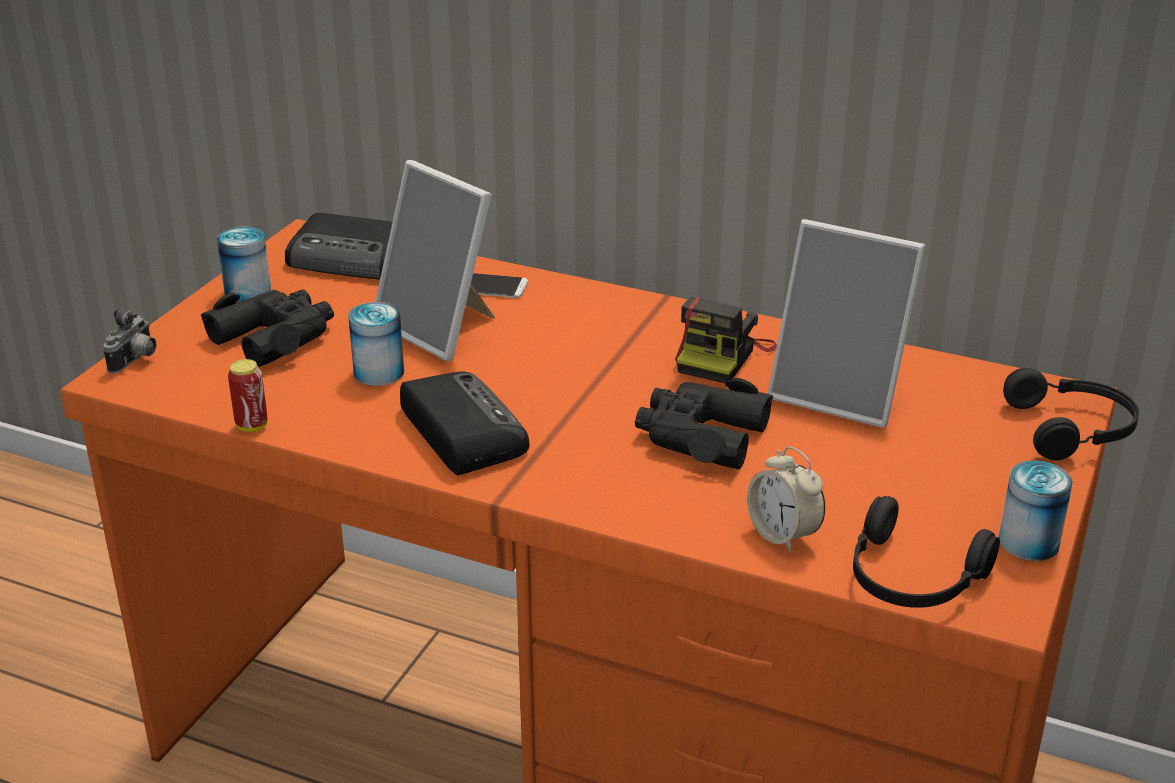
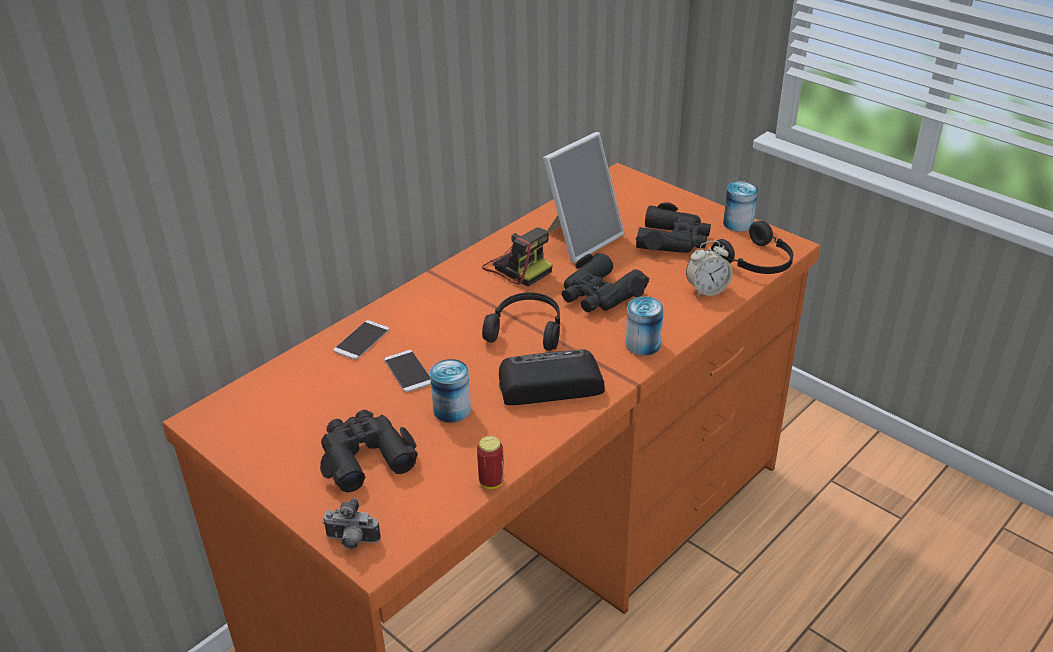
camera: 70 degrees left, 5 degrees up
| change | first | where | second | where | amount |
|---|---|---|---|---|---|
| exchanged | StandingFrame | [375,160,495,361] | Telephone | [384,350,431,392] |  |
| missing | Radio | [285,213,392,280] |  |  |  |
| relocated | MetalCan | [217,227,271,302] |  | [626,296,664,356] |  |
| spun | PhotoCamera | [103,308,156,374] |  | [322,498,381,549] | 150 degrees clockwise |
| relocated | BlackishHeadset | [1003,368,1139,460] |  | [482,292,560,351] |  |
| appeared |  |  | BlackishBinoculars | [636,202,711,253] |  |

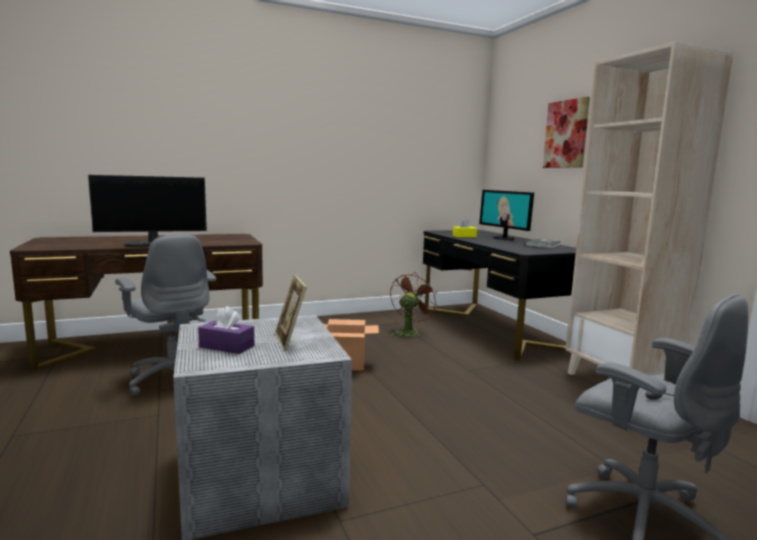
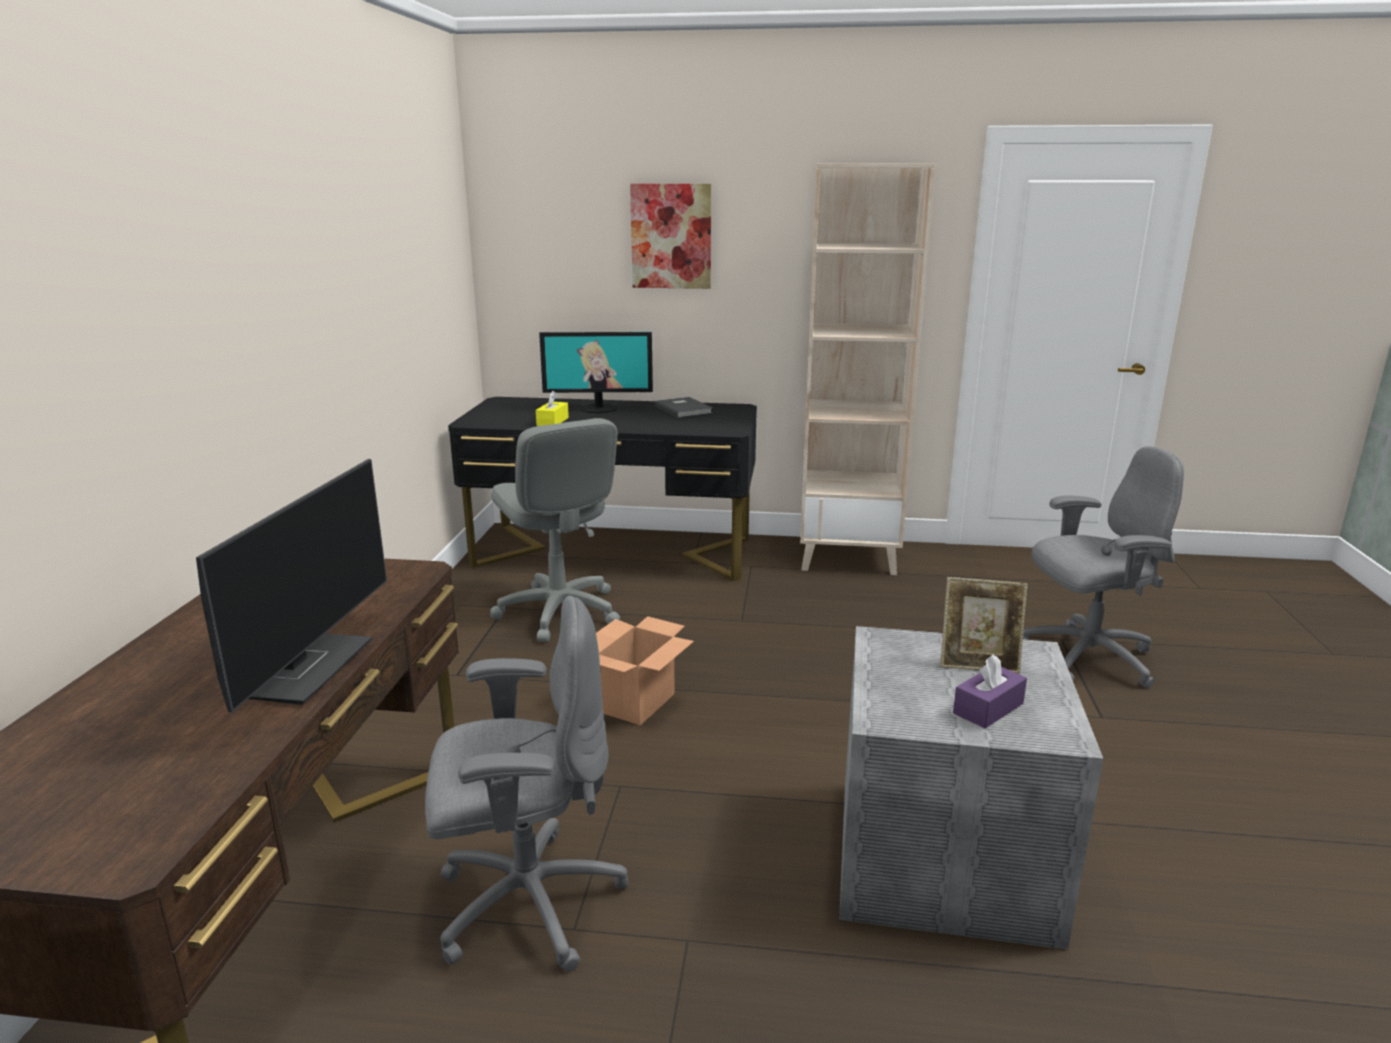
camera: 60 degrees left, 10 degrees up
| change | first | where | second | where | amount |
|---|---|---|---|---|---|
| exchanged | BrownCoolingFan | [390,272,438,337] | GreyOfficeChair | [490,418,620,642] |  |

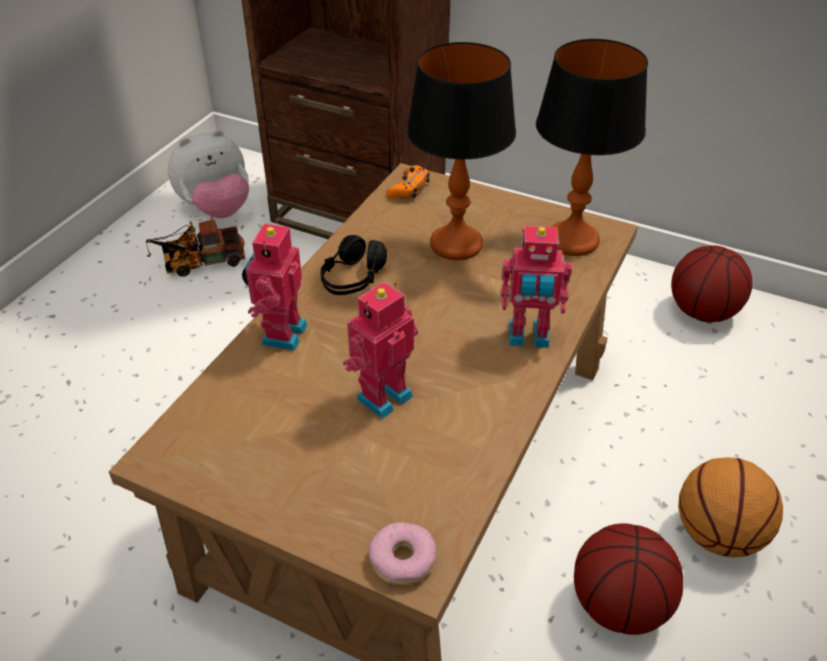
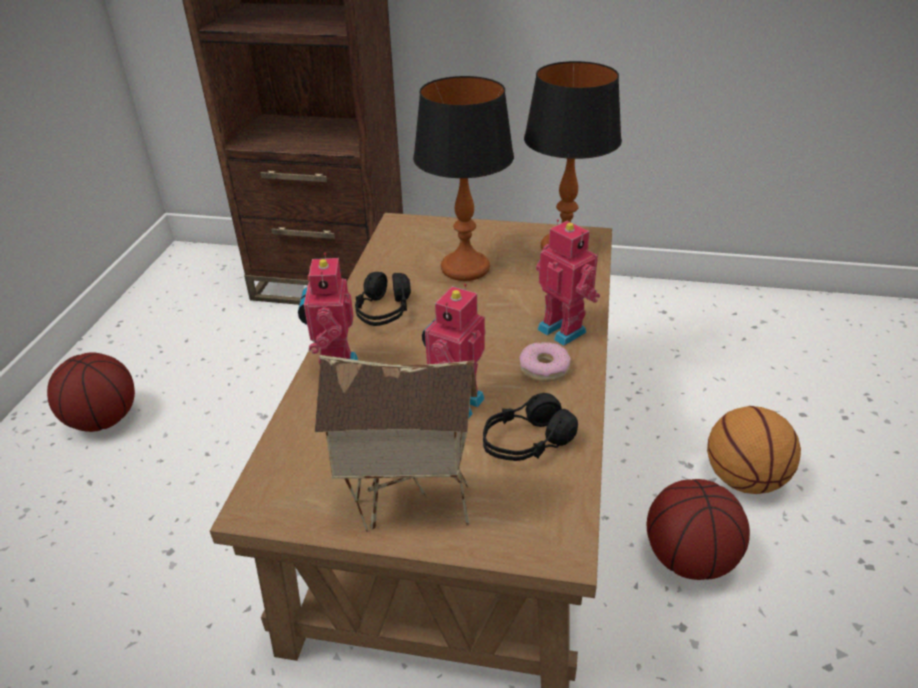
camera: 15 degrees left, 5 degrees down
| change | first | where | second | where | amount |
|---|---|---|---|---|---|
| missing | CuddlyToy | [167,129,249,218] |  |  |  |
| missing | OrangeyJoypad | [386,165,430,198] |  |  |  |
| missing | ToyLorry | [146,216,245,277] |  |  |  |
| spun | ModelRobot | [500,226,572,348] |  | [536,219,600,346] | 120 degrees counterclockwise |
| relocated | Basketball | [671,245,752,322] |  | [47,353,135,432] |  |
| relocated | Doughnut | [369,522,436,585] |  | [519,342,571,382] |  |
| appeared |  |  | ToyHouse | [315,354,477,532] |  |
| appeared |  |  | BlackishHeadset | [483,393,578,461] |  |

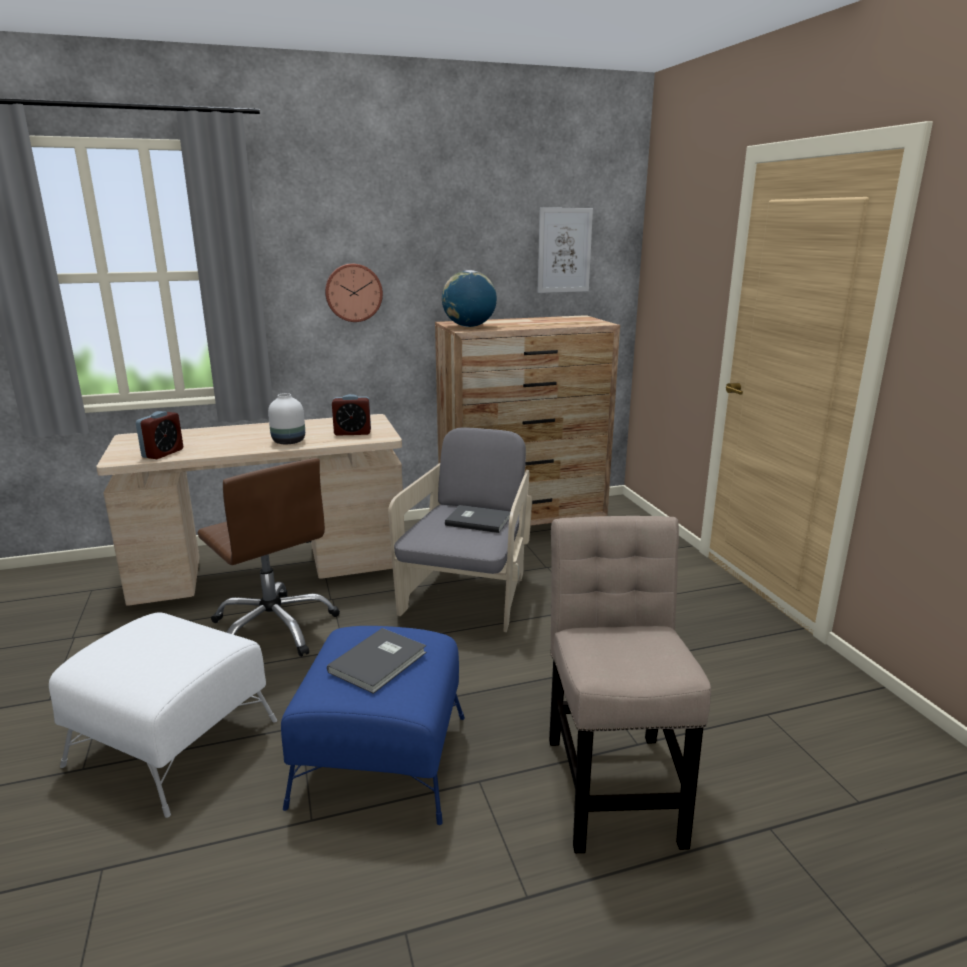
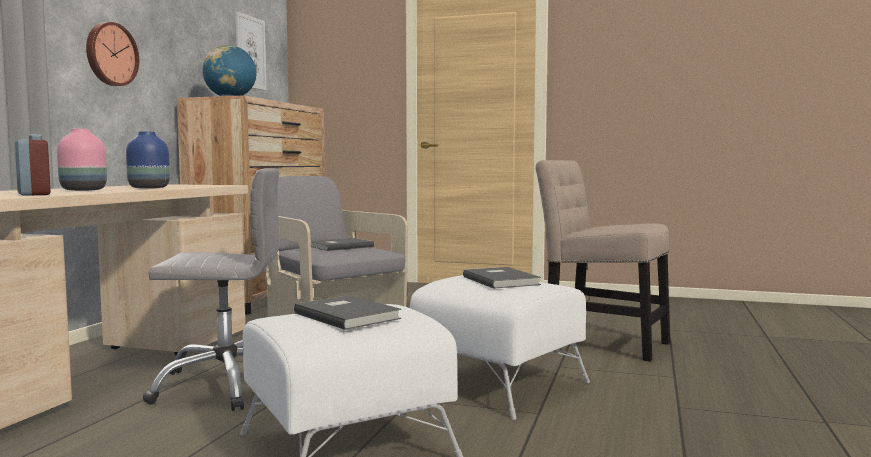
camera: 55 degrees left, 15 degrees down
| change | first | where | second | where | amount |
|---|---|---|---|---|---|
| colour | WhiteFlowerVase | [268,393,305,444] | BlueFlowerVase | [126,131,170,189] |  |
| missing | BedsideClock | [332,394,371,436] |  |  |  |
| colour | BrownOfficeChair | [198,458,340,657] | GreyOfficeChair | [142,168,279,411] |  |
| colour | BluePouffe | [281,626,465,825] | WhitePouffe | [410,275,590,420] |  |
| appeared |  |  | PinkFlowerVase | [57,129,107,191] |  |
| appeared |  |  | GreyVolume | [294,295,401,330] |  |

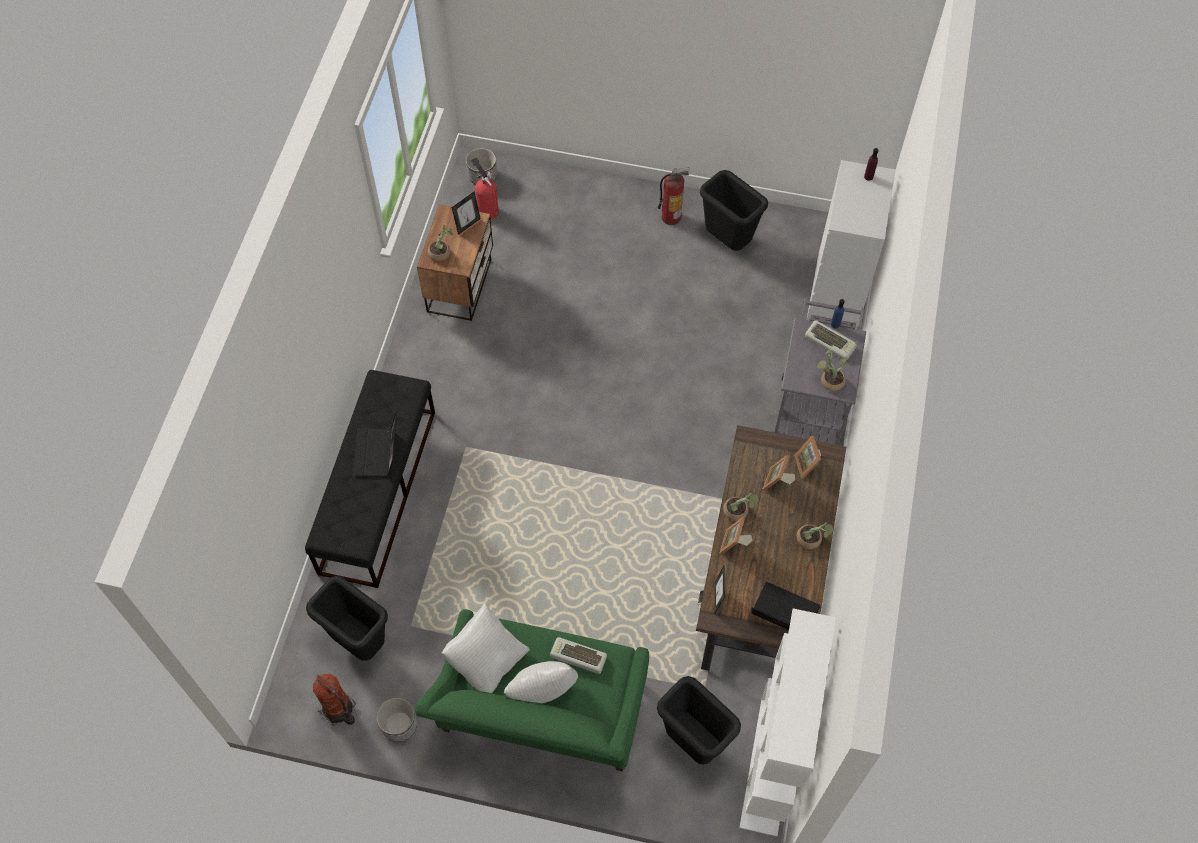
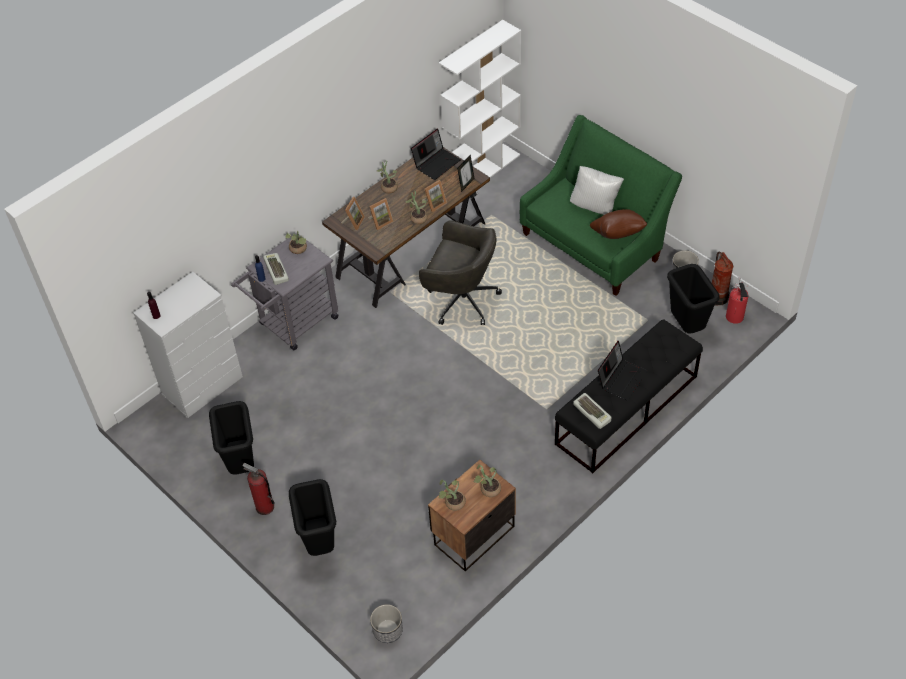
camera: 145 degrees left, 10 degrees down
| change | first | where | second | where | amount |
|---|---|---|---|---|---|
| relocated | FireExtinguisher | [470,157,499,220] |  | [726,277,748,324] |  |
| exchanged | StandingFrame | [452,191,481,235] | Houseplant | [439,480,466,511] |  |
| spun | NotebookComputer | [751,582,820,630] |  | [411,128,461,180] | 105 degrees counterclockwise |
| colour | WhiteCushion | [442,603,530,693] | BrownCushion | [590,209,647,239] |  |
| relocated | Keyboard | [550,637,607,674] |  | [573,393,611,429] |  |
| relocated | BlackishWasteBin | [657,676,741,765] |  | [289,479,336,556] |  |
| appeared |  |  | GreyOfficeChair | [419,220,502,325] |  |

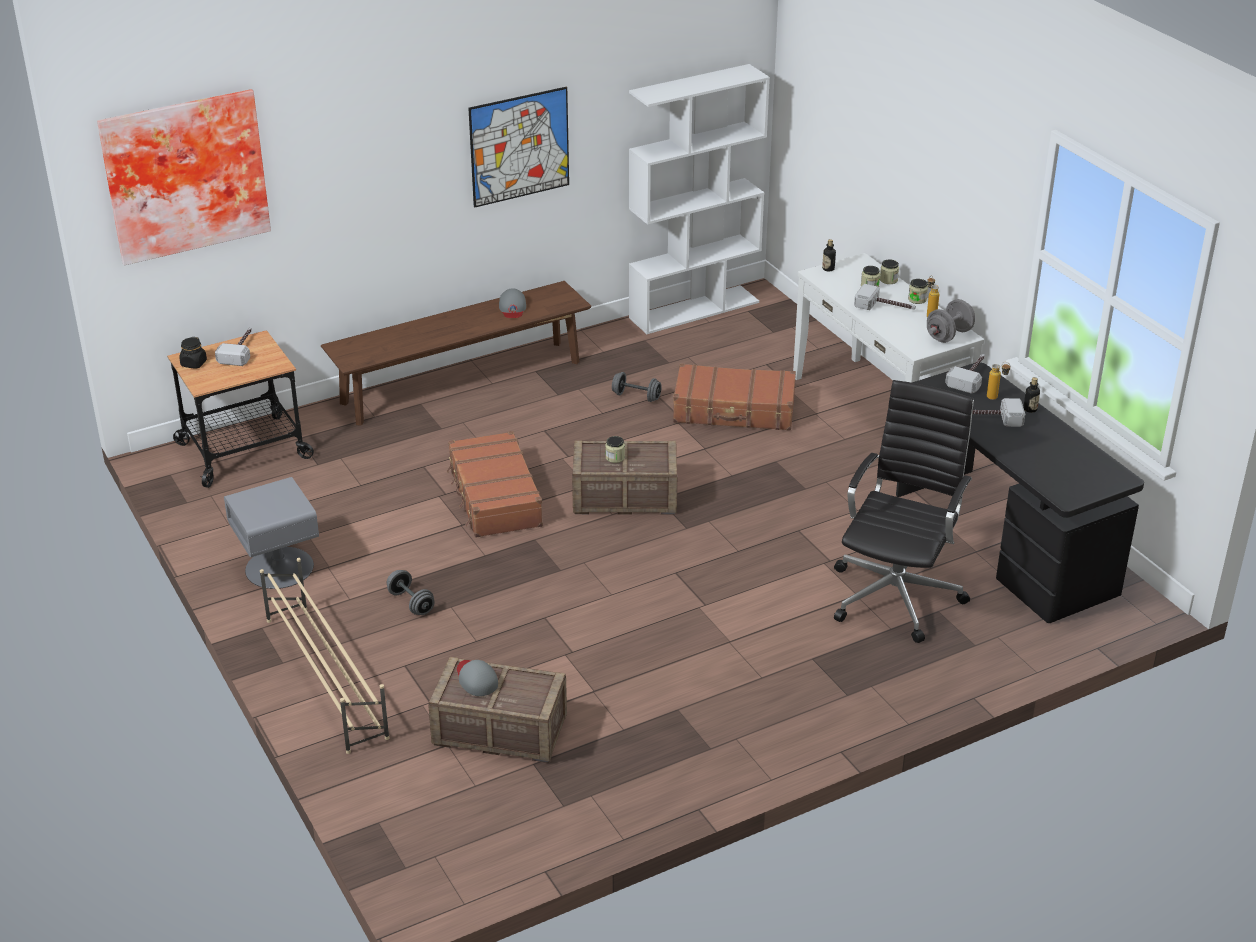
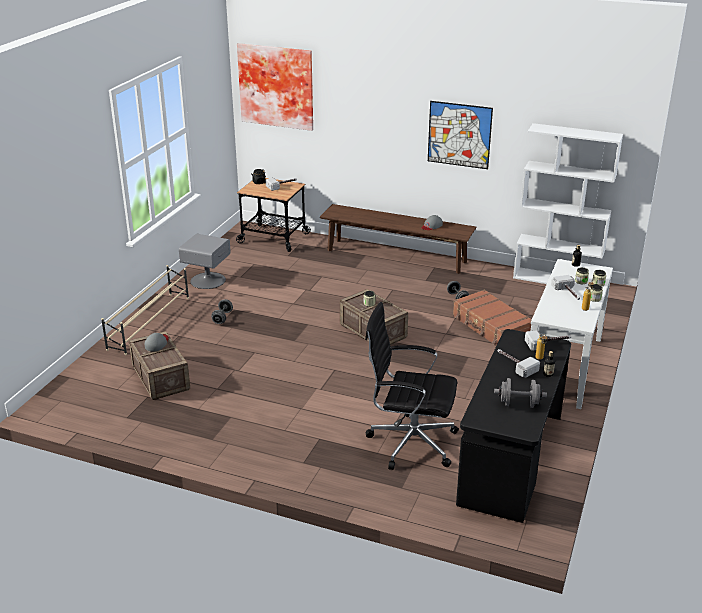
camera: 50 degrees right, 5 degrees down
| change | first | where | second | where | amount |
|---|---|---|---|---|---|
| relocated | GreyDumbbell | [927,299,975,343] |  | [494,378,547,408] |  |
| spun | BlackishOfficeChair | [834,380,974,643] |  | [365,302,459,470] | 150 degrees counterclockwise |
| missing | BrownSuitcase | [446,431,543,538] |  |  |  |

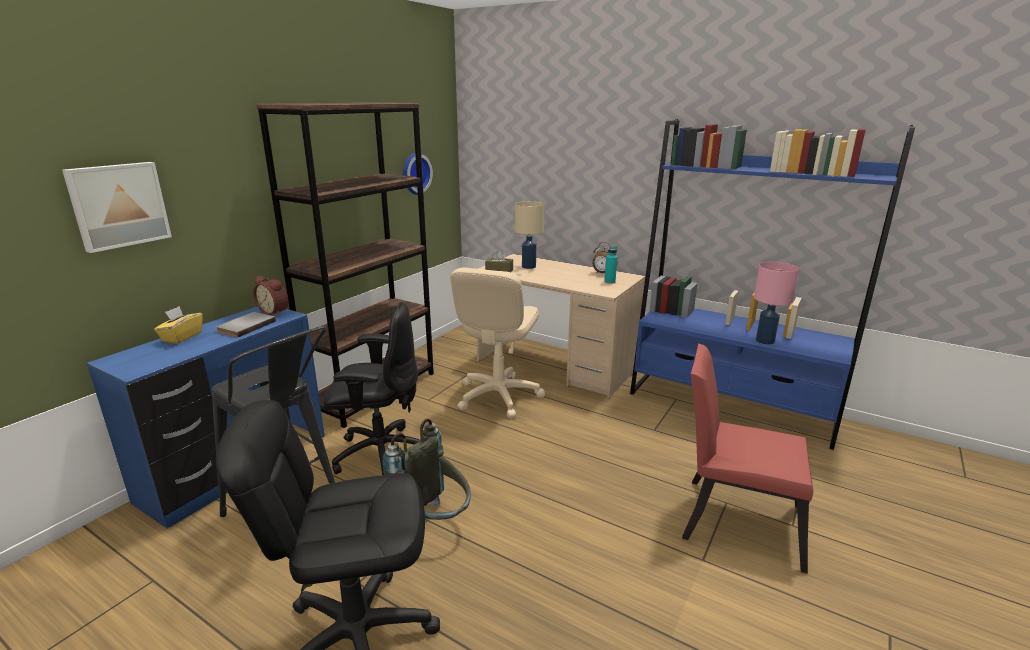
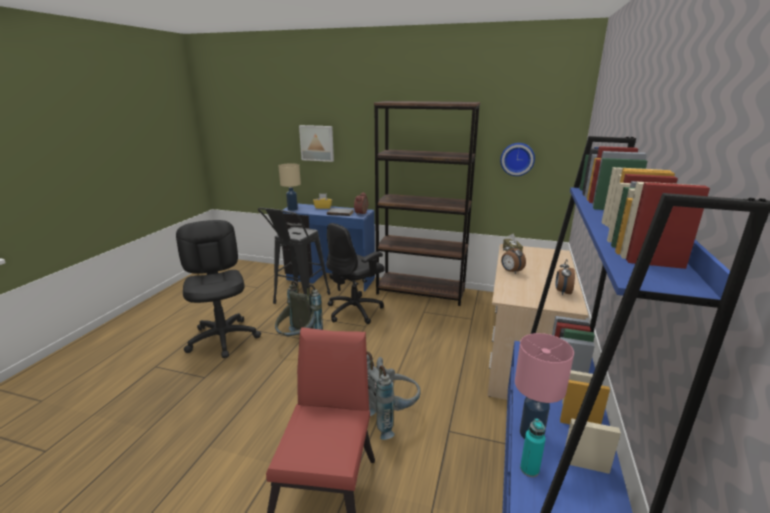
camera: 75 degrees right, 0 degrees up
| change | first | where | second | where | amount |
|---|---|---|---|---|---|
| relocated | BeigeTabletopLamp | [515,201,544,269] |  | [278,163,301,211] |  |
| relocated | BlueGreenDrinkBottle | [604,246,617,284] |  | [520,419,546,477] |  |
| missing | BeigeOfficeChair | [450,267,545,418] |  |  |  |
| spun | BlackishOfficeChair | [323,302,421,475] |  | [326,223,385,324] | 60 degrees clockwise |
| appeared |  |  | BedsideClock | [501,242,526,274] |  |
| appeared |  |  | GreyKnapsack | [367,352,421,440] |  |

